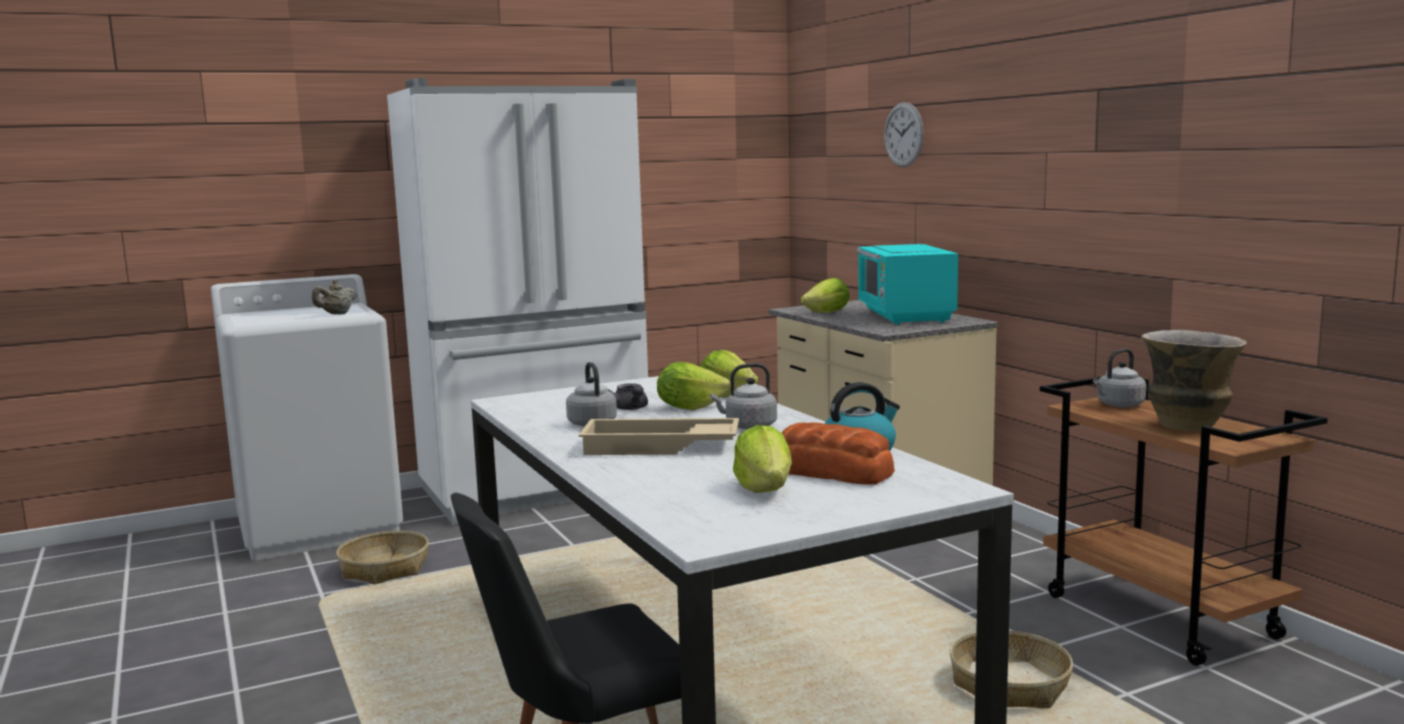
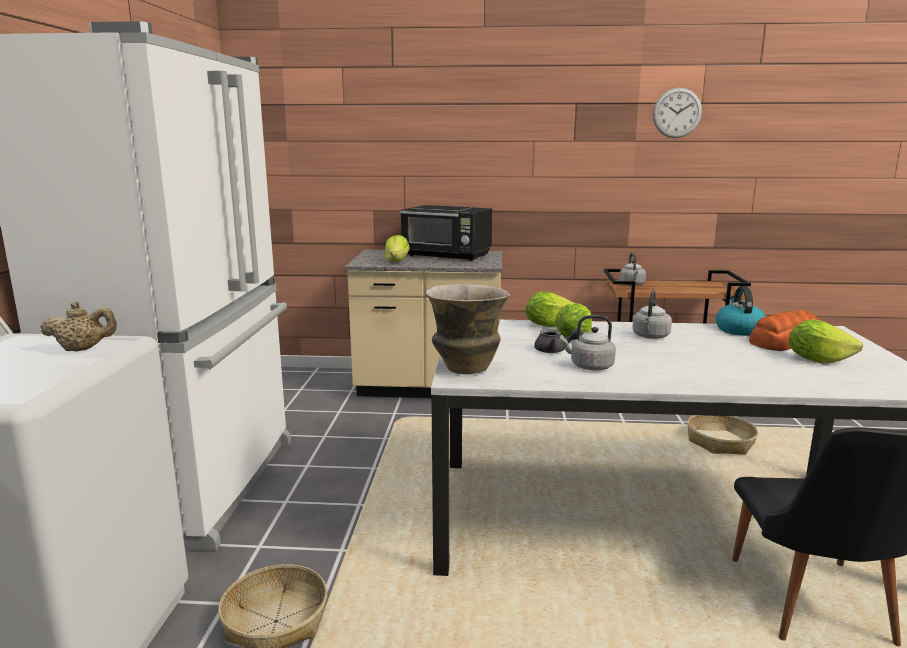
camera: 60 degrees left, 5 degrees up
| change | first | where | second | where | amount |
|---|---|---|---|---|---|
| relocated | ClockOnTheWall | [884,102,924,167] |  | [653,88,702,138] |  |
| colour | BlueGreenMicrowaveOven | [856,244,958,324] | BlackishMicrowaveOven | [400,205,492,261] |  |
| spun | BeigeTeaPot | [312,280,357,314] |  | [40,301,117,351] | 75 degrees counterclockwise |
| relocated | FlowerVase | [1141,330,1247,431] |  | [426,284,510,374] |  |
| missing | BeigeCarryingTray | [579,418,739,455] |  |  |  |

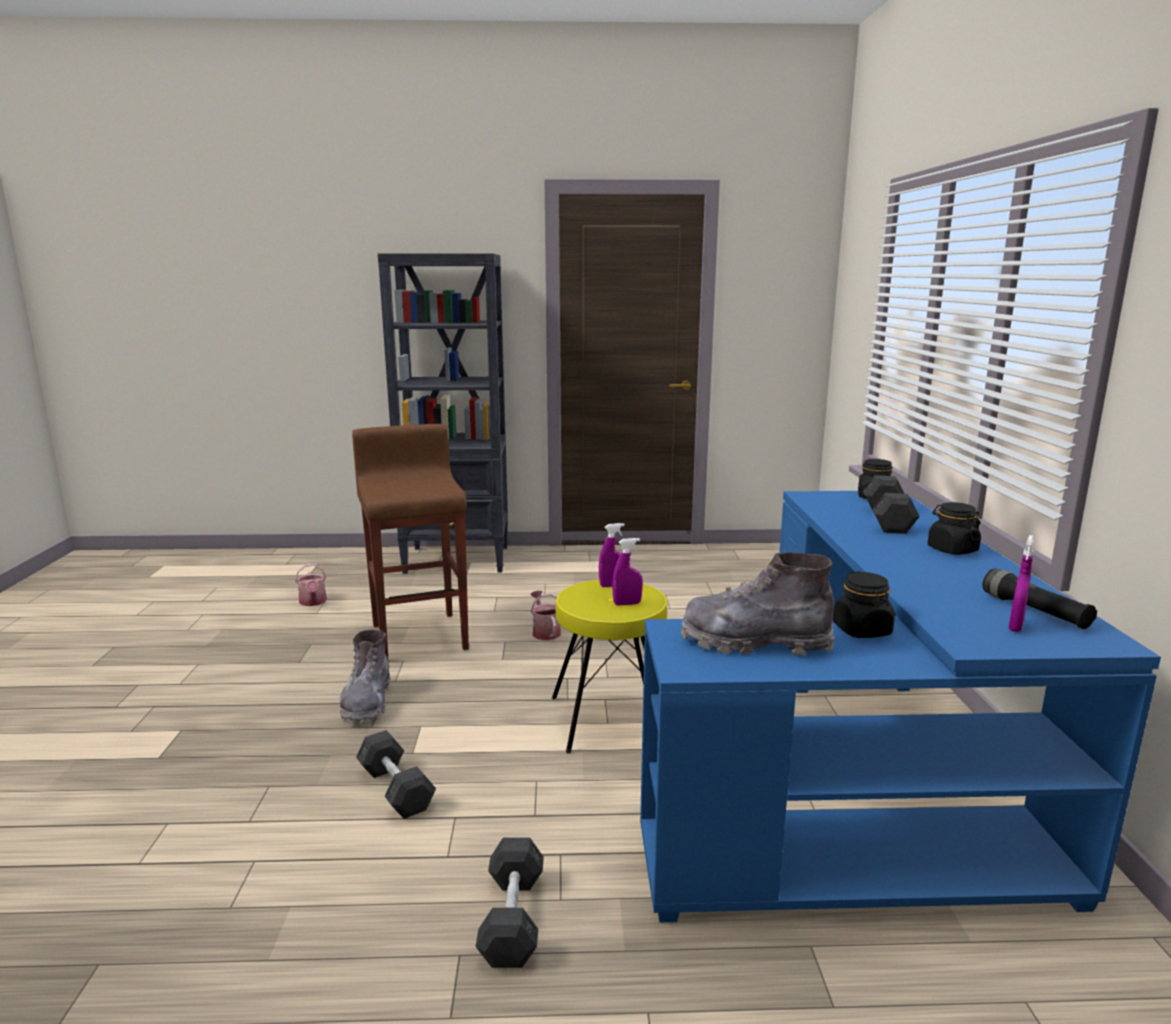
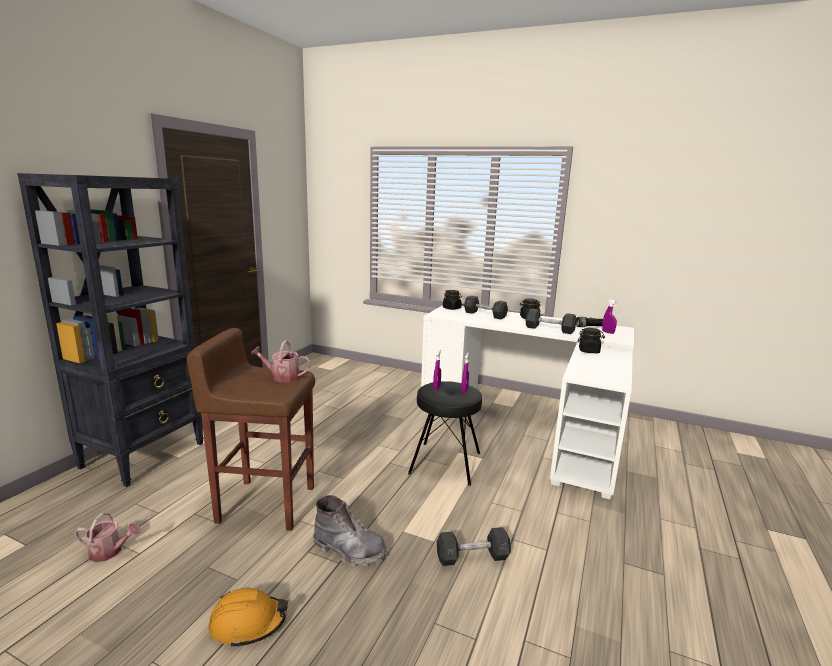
camera: 65 degrees left, 0 degrees up
| change | first | where | second | where | amount |
|---|---|---|---|---|---|
| colour | BlueDeskTable | [640,491,1161,922] | WhiteDeskTable | [421,305,634,499] |  |
| missing | GreyTallBoot | [681,552,835,655] |  |  |  |
| colour | YellowishSittingStool | [552,580,667,753] | BlackishSittingStool | [408,381,482,486] |  |
| relocated | WateringCan | [531,591,561,640] |  | [250,340,311,383] |  |
| relocated | GreyDumbbell | [475,837,544,968] |  | [526,309,577,334] |  |
| appeared |  |  | OrangeyHardHat | [209,588,288,648] |  |

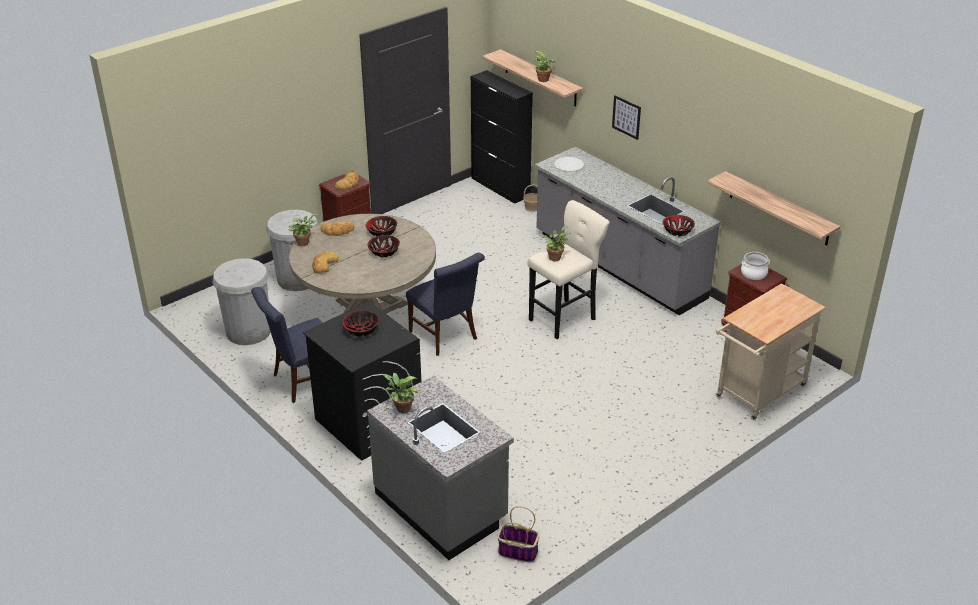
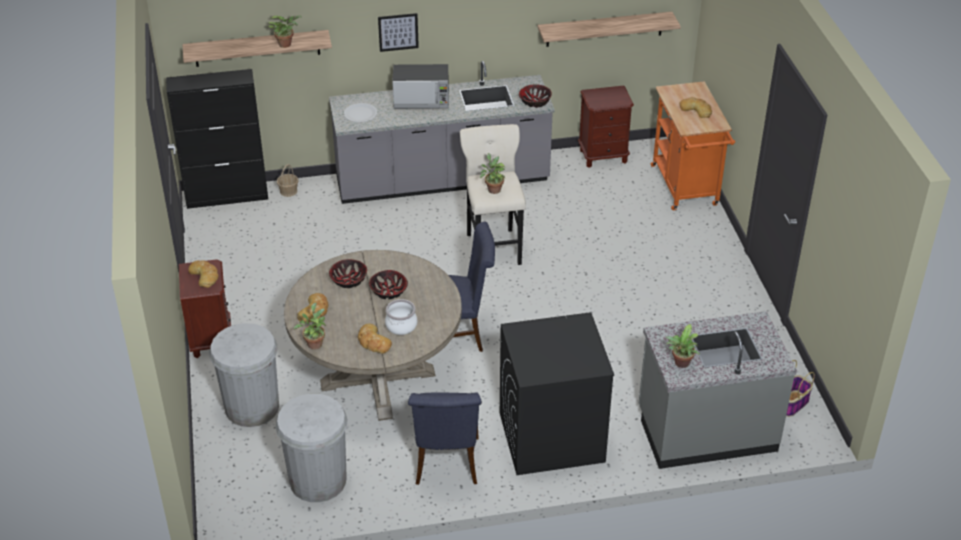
camera: 60 degrees left, 5 degrees up
| change | first | where | second | where | amount |
|---|---|---|---|---|---|
| relocated | CookingPot | [741,252,770,280] |  | [385,299,417,335] |  |
| colour | BeigeWheeledCart | [715,283,826,420] | OrangeyWheeledCart | [651,81,735,210] |  |
| missing | ServingBowl | [343,310,379,337] |  |  |  |
| appeared |  |  | MicrowaveOven | [392,64,449,109] |  |
| appeared |  |  | BakedBread | [679,97,712,118] |  |

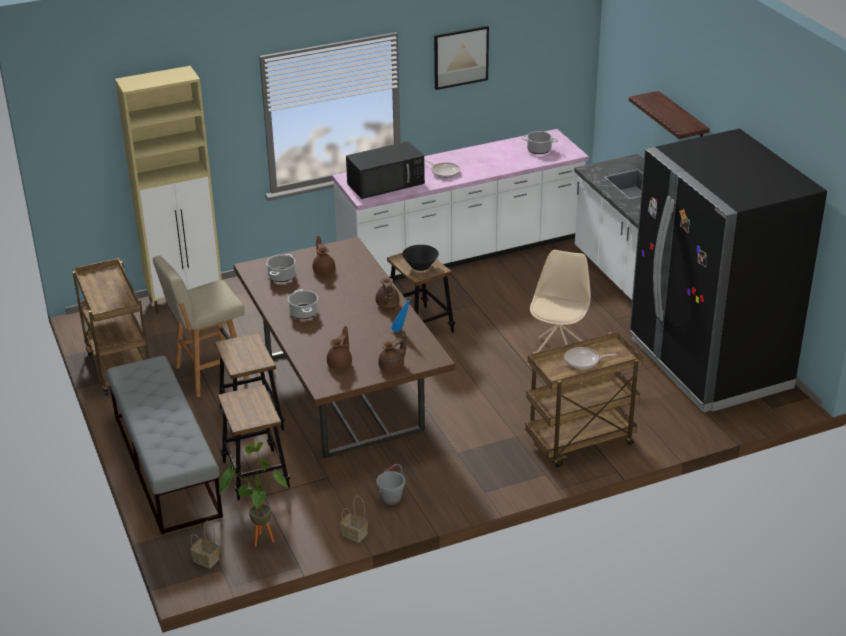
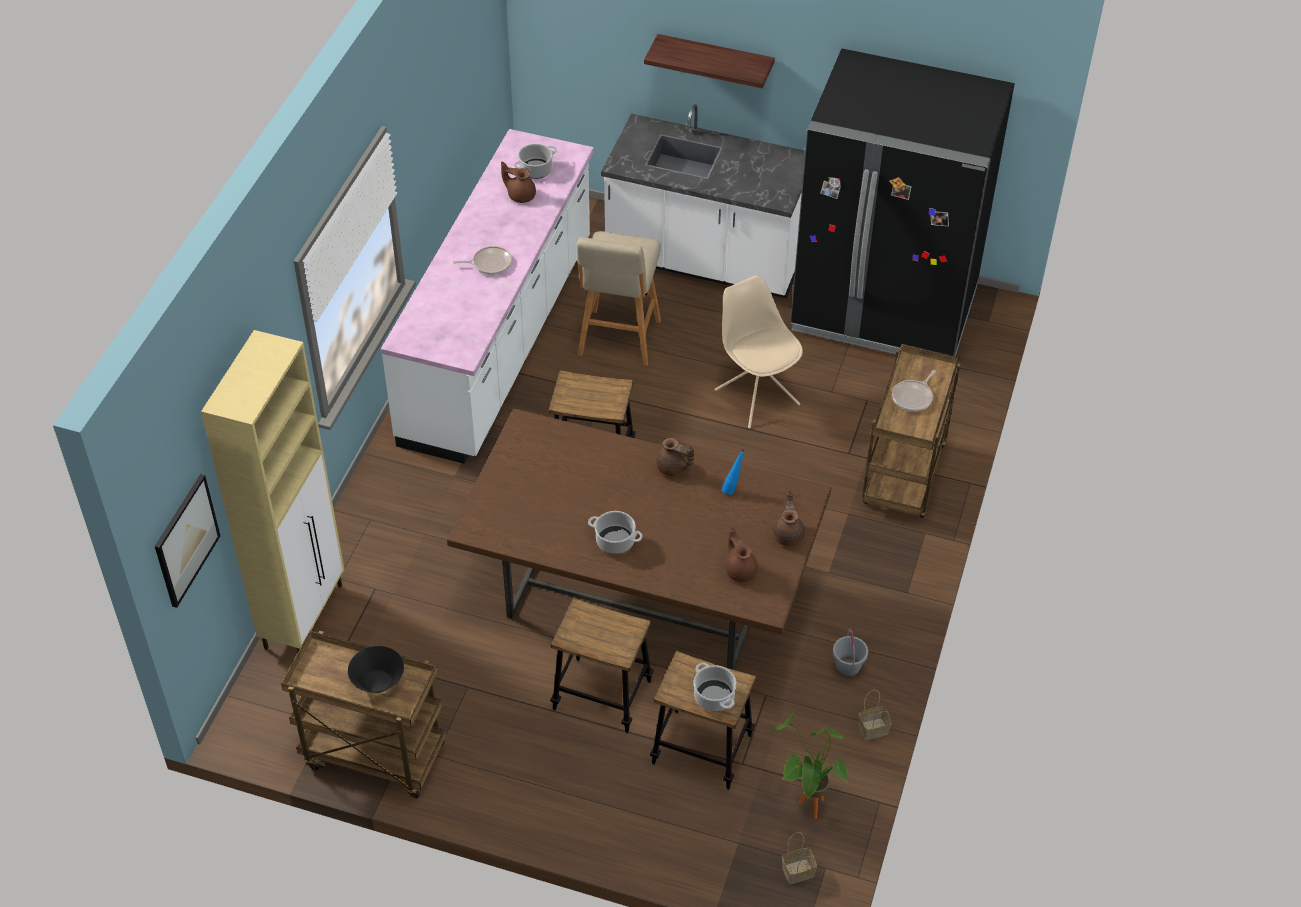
camera: 50 degrees left, 15 degrees up
| change | first | where | second | where | amount |
|---|---|---|---|---|---|
| relocated | Picture | [434,25,489,90] |  | [155,474,220,608] |  |
| missing | BlackishMicrowaveOven | [346,141,425,199] |  |  |  |
| relocated | BrownTeaPot | [312,236,335,275] |  | [501,162,536,203] |  |
| relocated | BlackishServingBowl | [402,245,439,271] |  | [348,646,404,693] |  |
| relocated | CookingPot | [266,254,296,282] |  | [693,662,737,711] |  |
| relocated | BeigeSittingStool | [153,256,248,397] |  | [577,231,661,366] |  |
| missing | GreyBench | [106,356,223,535] |  |  |  |

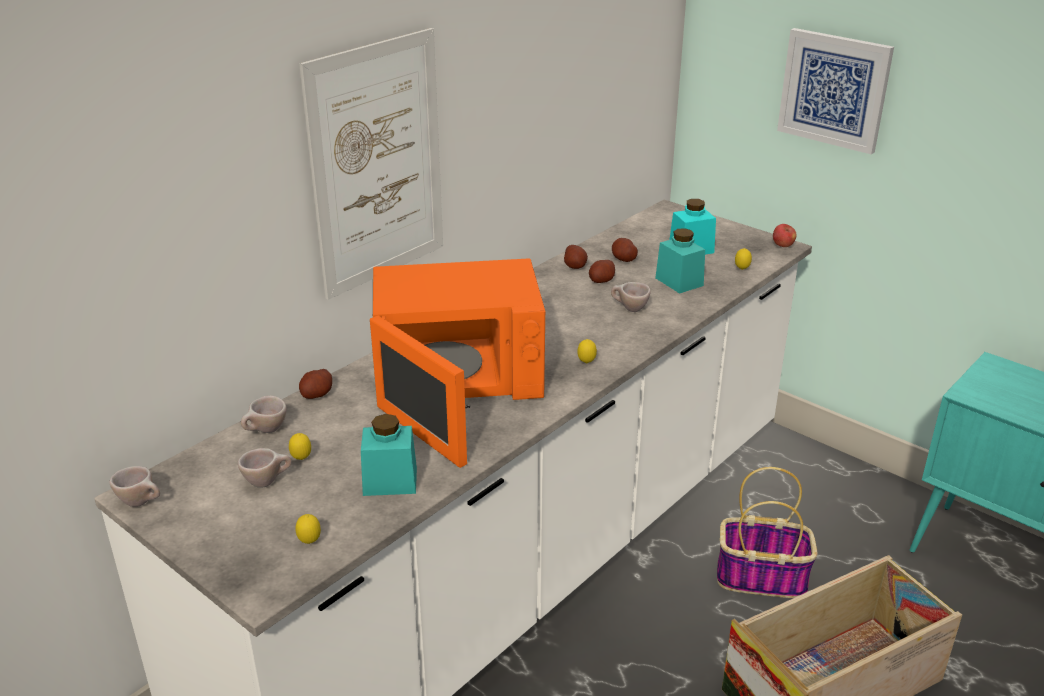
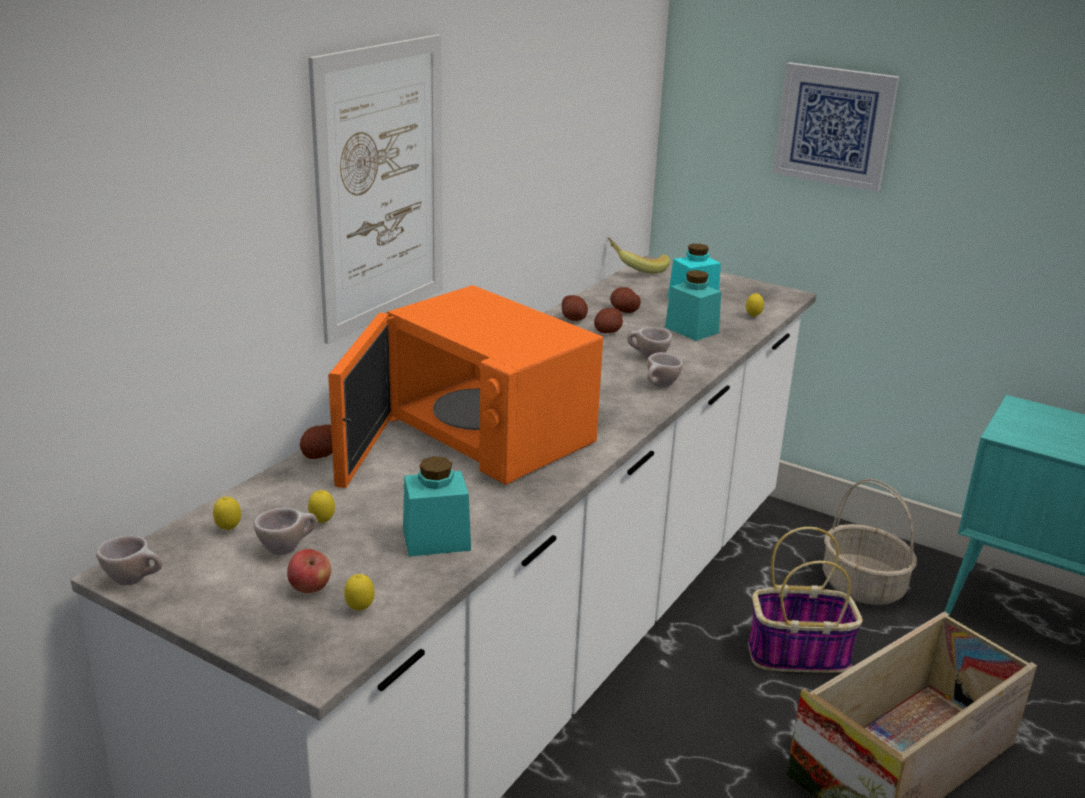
camera: 10 degrees left, 5 degrees down
| change | first | where | second | where | amount |
|---|---|---|---|---|---|
| relocated | Apple | [773,224,797,247] |  | [287,549,331,593] |  |
| spun | OrangeyMicrowaveOven | [370,258,545,468] |  | [328,285,603,488] | 60 degrees clockwise |
| relocated | CitrusFruit | [578,339,597,363] |  | [213,496,241,531] |  |
| relocated | BeigeCup | [241,396,287,433] |  | [647,352,683,387] |  |
| appeared |  |  | WholeBanana | [608,237,670,274] |  |
| appeared |  |  | HouseholdBasket | [823,479,917,605] |  |

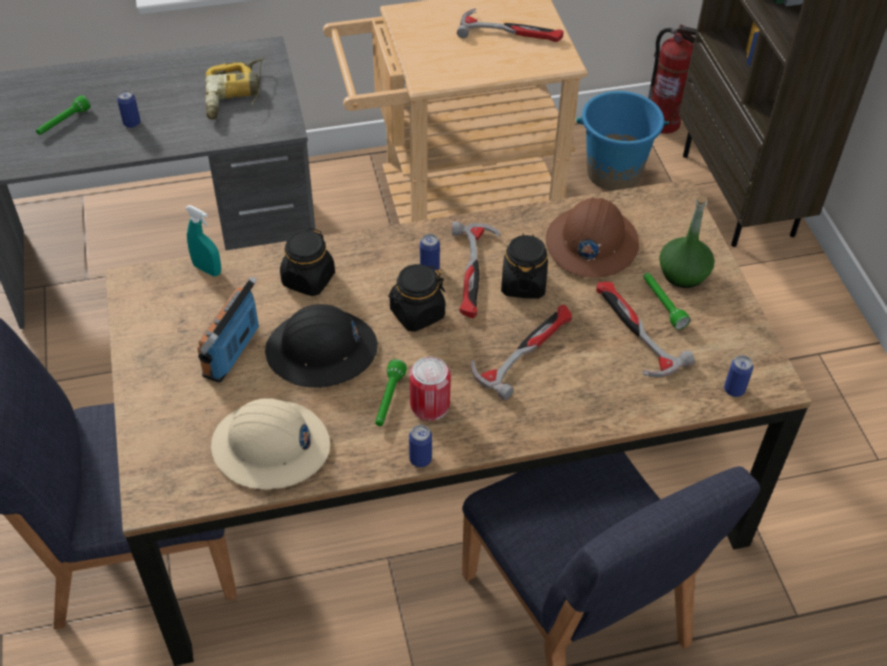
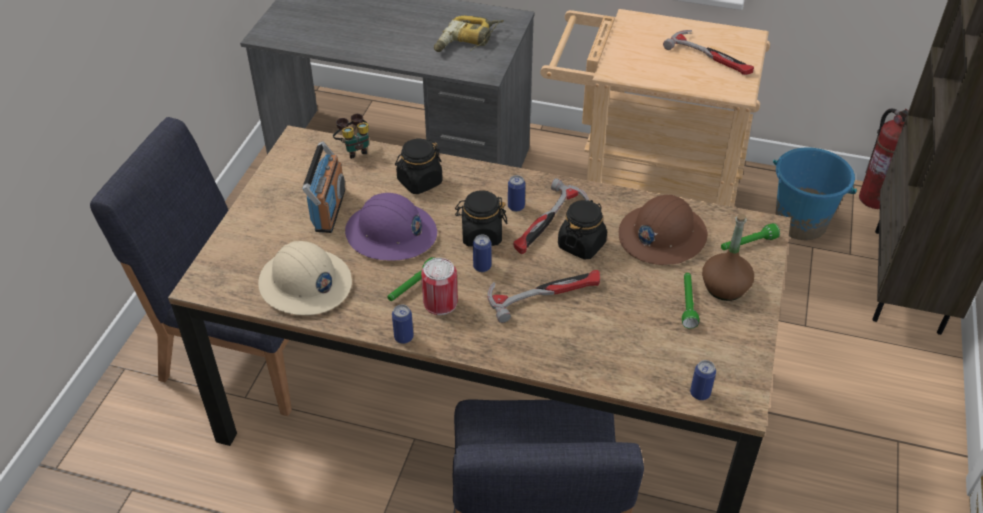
camera: 30 degrees right, 5 degrees down
| change | first | where | second | where | amount |
|---|---|---|---|---|---|
| relocated | MetalCan | [117,90,140,128] |  | [473,234,491,272] |  |
| relocated | GreenishHandTorch | [36,95,91,135] |  | [721,223,780,250] |  |
| colour | GreenishDrinkBottle | [659,196,715,288] | BrownDrinkBottle | [702,214,754,301] |  |
| exchanged | BlueGreenHandSprayer | [185,205,221,276] | Binoculars | [333,114,369,159] |  |
| spun | Radio | [197,276,259,383] |  | [302,141,345,233] | 135 degrees clockwise |
| missing | ToolHammer | [596,282,695,377] |  |  |  |
| colour | BlackishHardHat | [265,304,378,388] | PurpleHardHat | [345,193,437,260] |  |

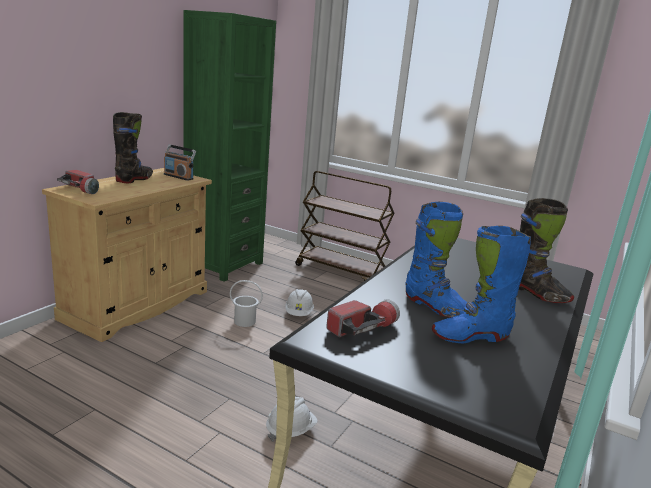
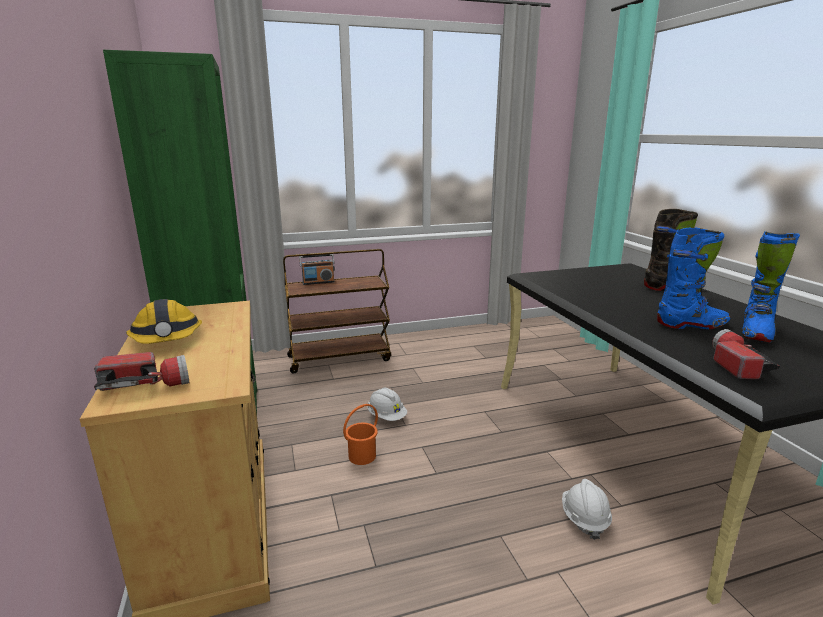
camera: 45 degrees left, 0 degrees up
| change | first | where | second | where | amount |
|---|---|---|---|---|---|
| exchanged | BlackishTallBoot | [113,112,153,183] | HardHat | [126,299,202,344] |  |
| relocated | Radio | [164,144,196,181] |  | [299,254,335,285] |  |
| colour | WhiteBucket | [230,280,263,327] | OrangeyBucket | [343,404,378,465] |  |

